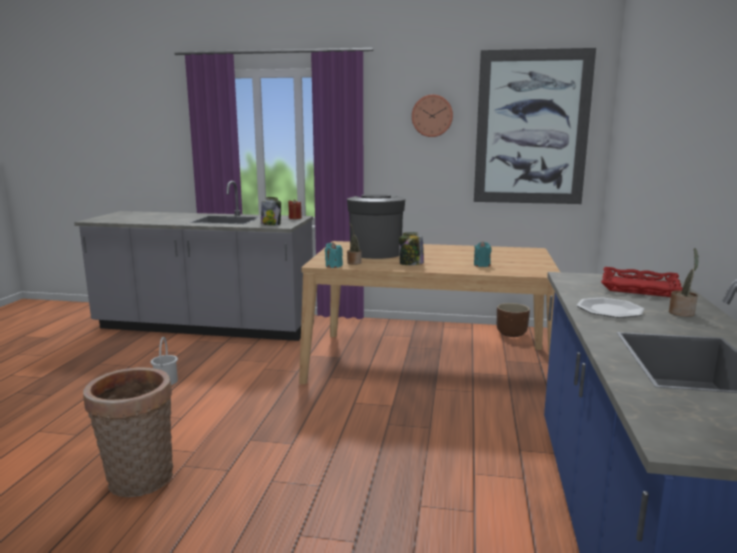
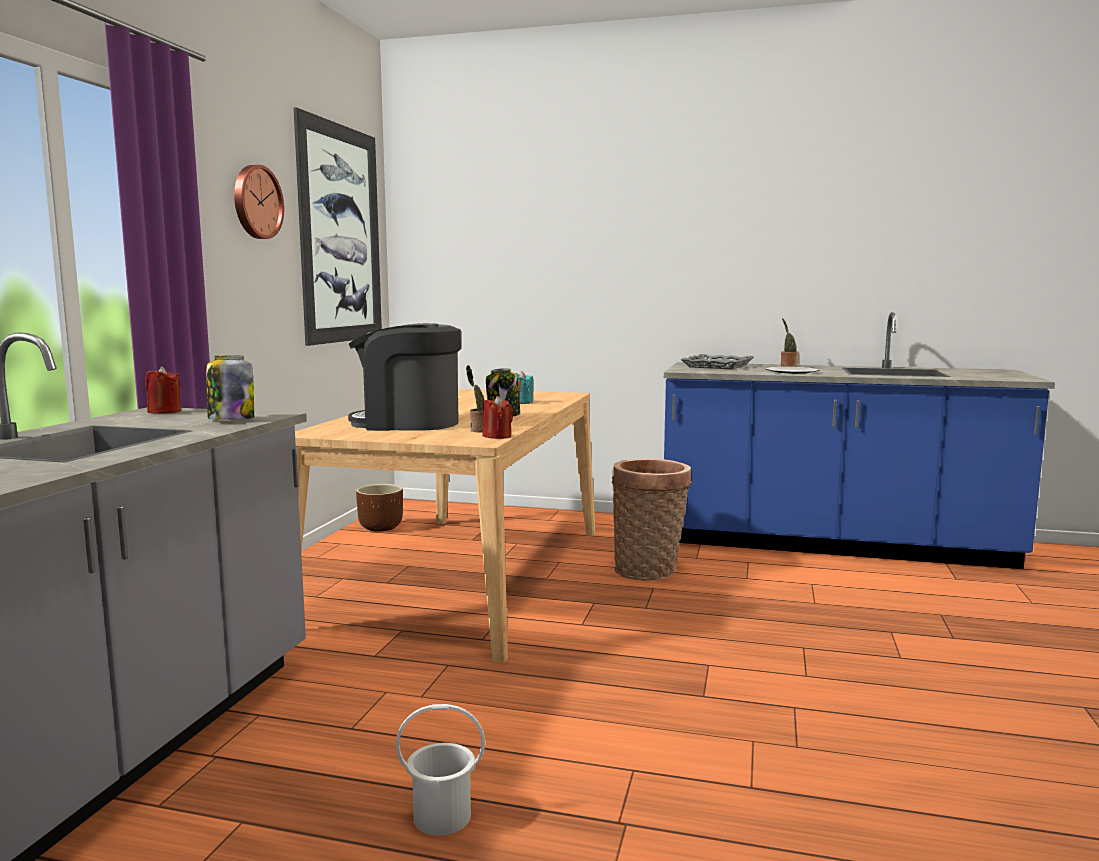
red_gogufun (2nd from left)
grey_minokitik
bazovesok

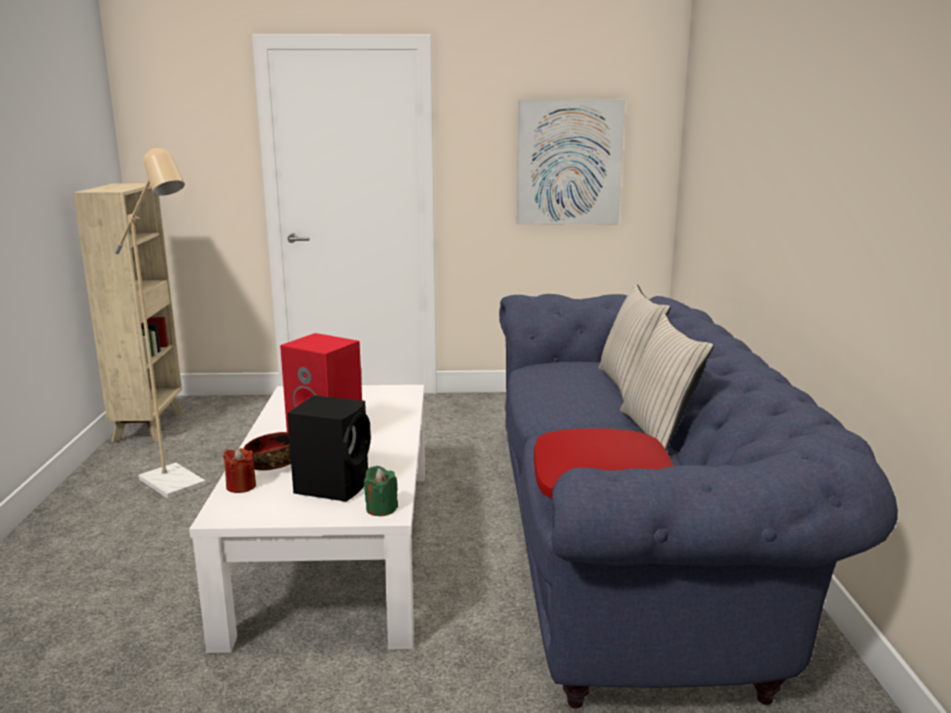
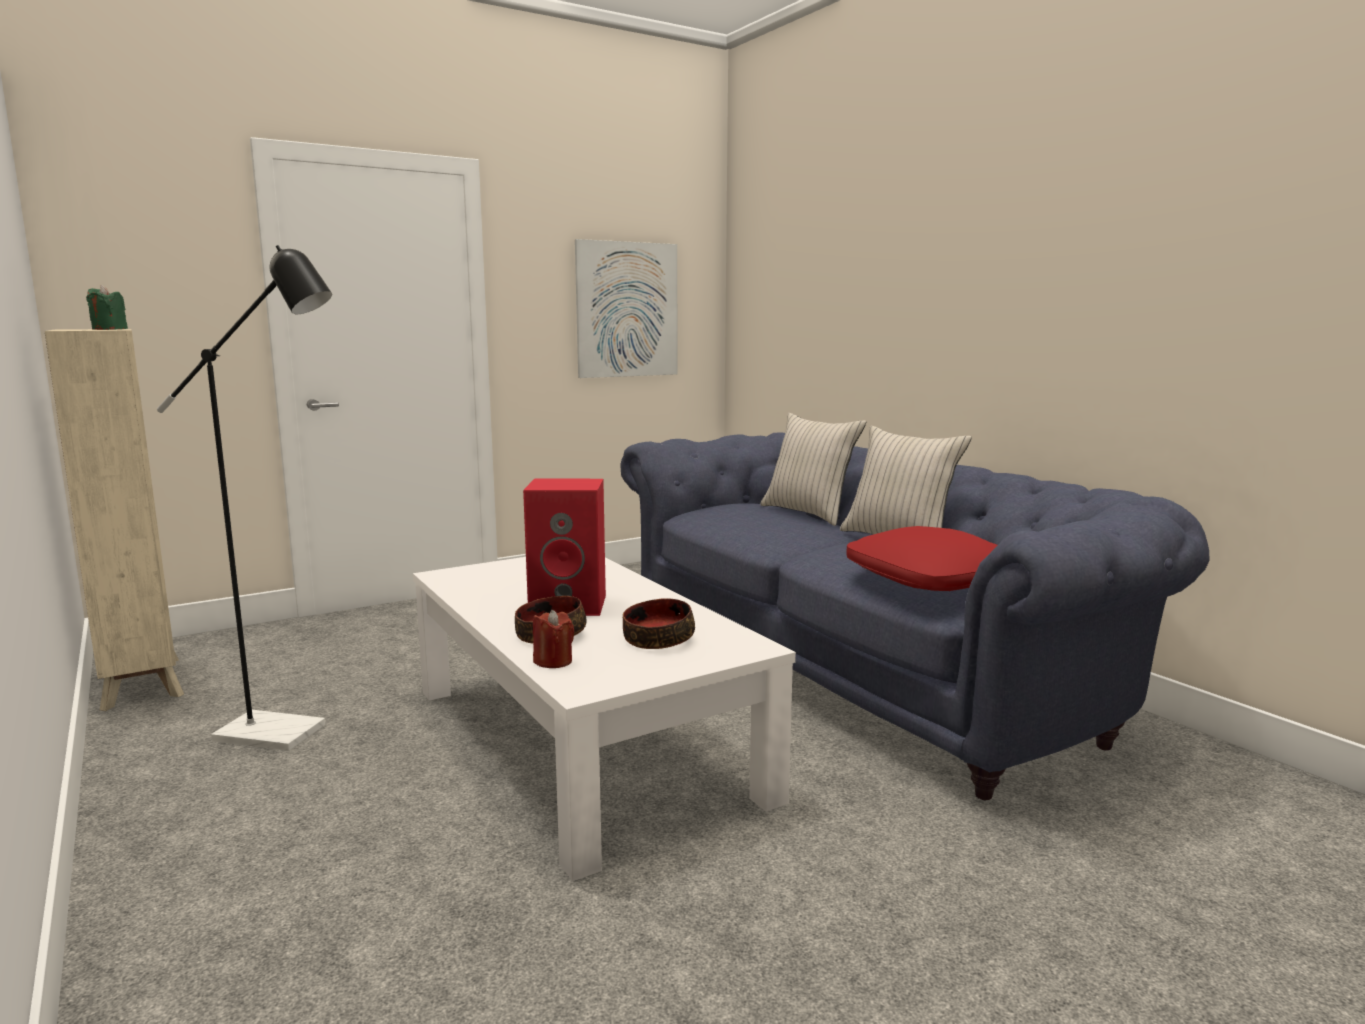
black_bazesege
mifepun (2nd from left)
green_gogufun

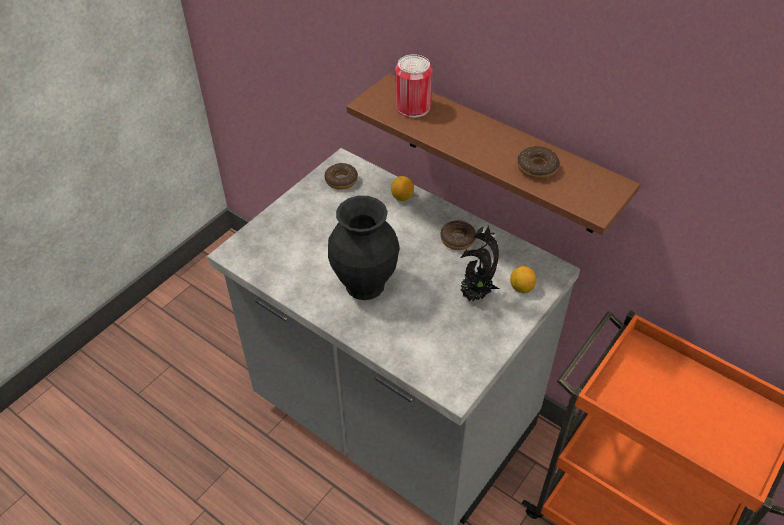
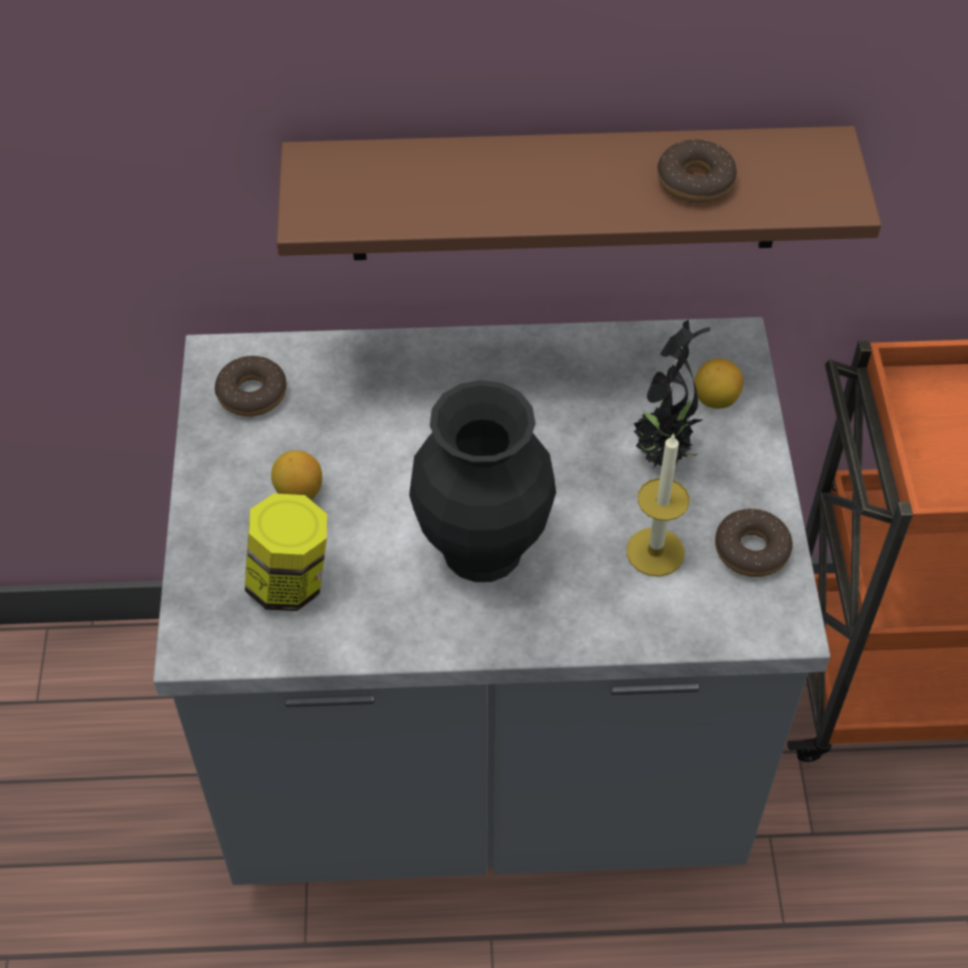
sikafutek
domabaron (1st from left)
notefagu (3rd from left)
gogufun
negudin

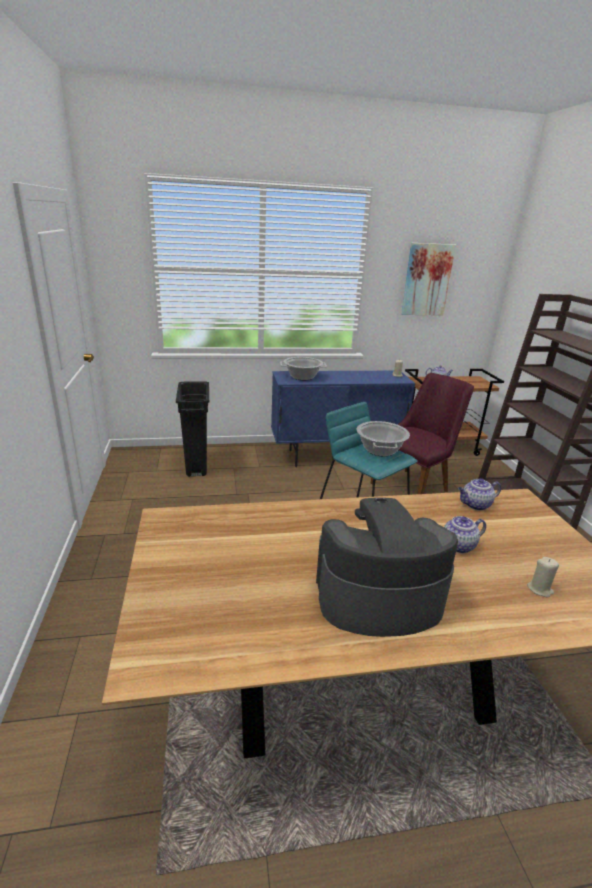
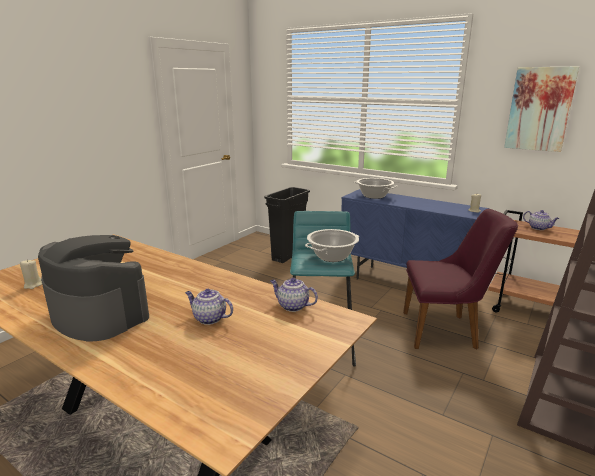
beige_gogufun (1st from left)

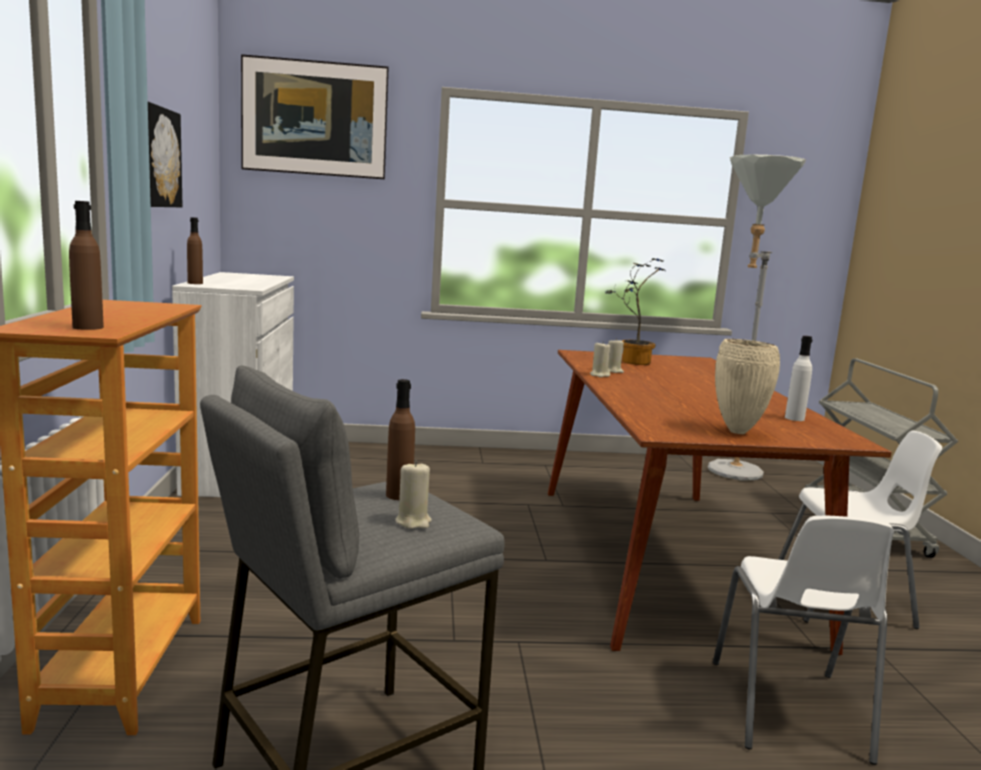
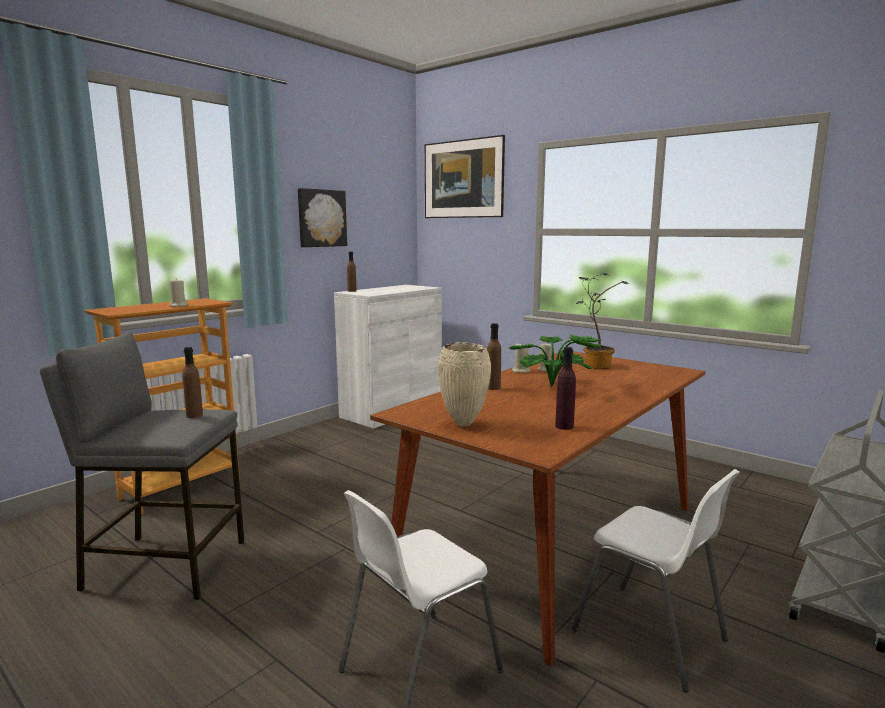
grey_bazesege
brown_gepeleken (3rd from left)
purple_gepeleken
beige_gogufun (1st from left)
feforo (1st from left)

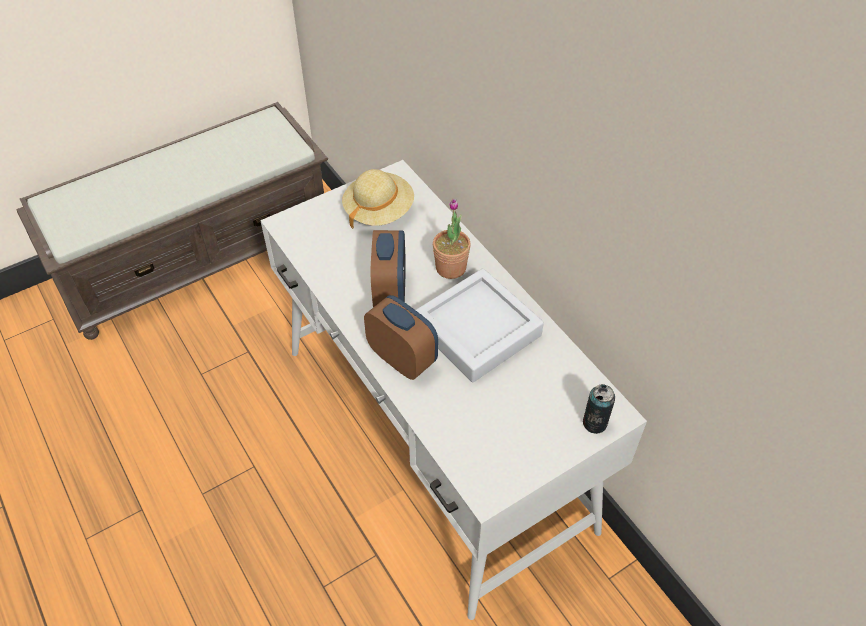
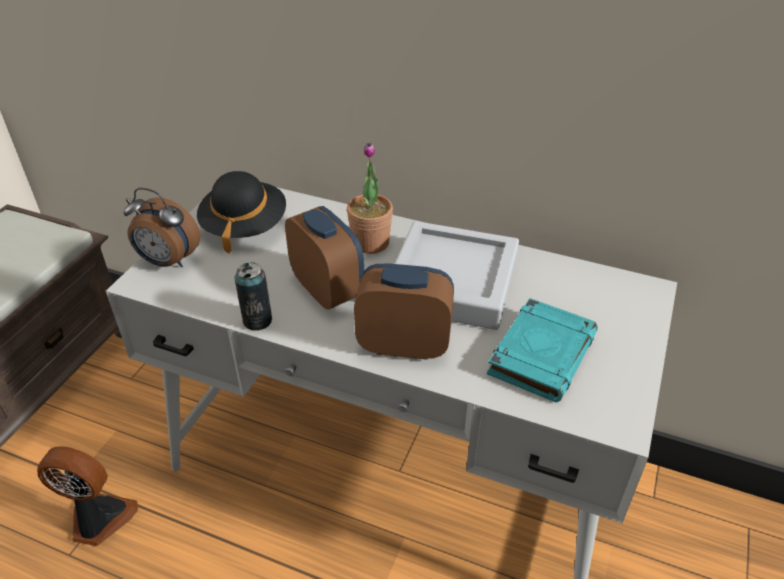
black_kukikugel
sikafutek
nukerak (1st from left)
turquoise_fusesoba
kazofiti

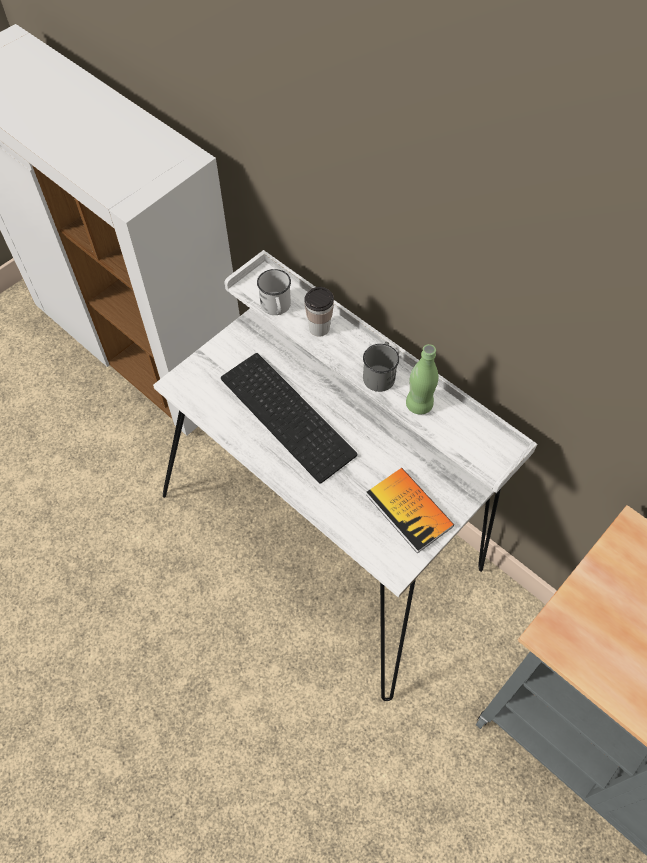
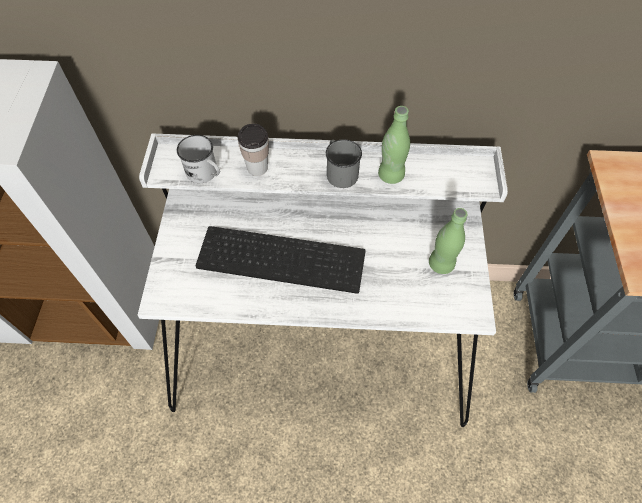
green_gepeleken (2nd from left)

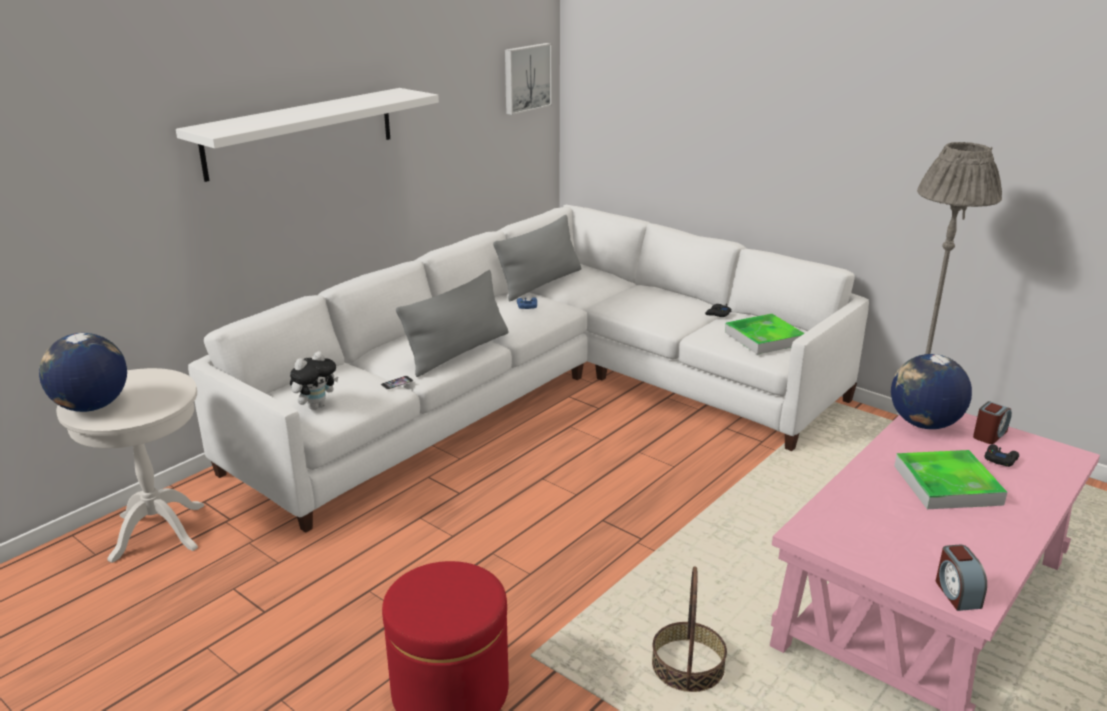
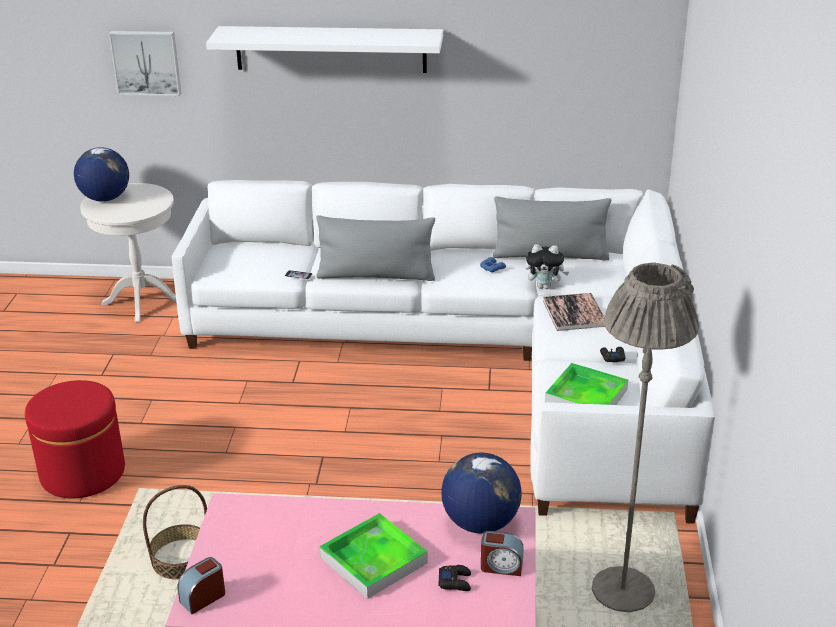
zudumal
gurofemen
fusesoba

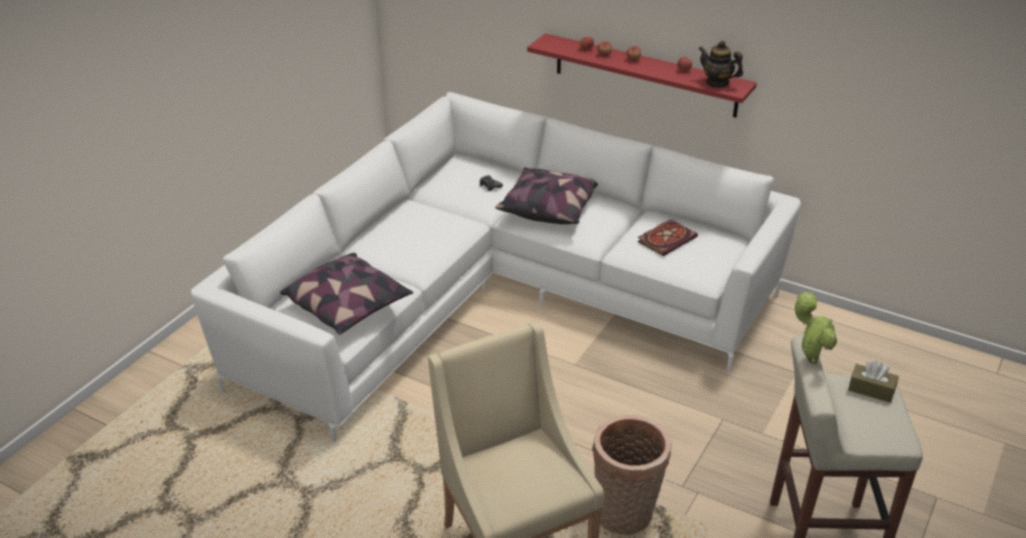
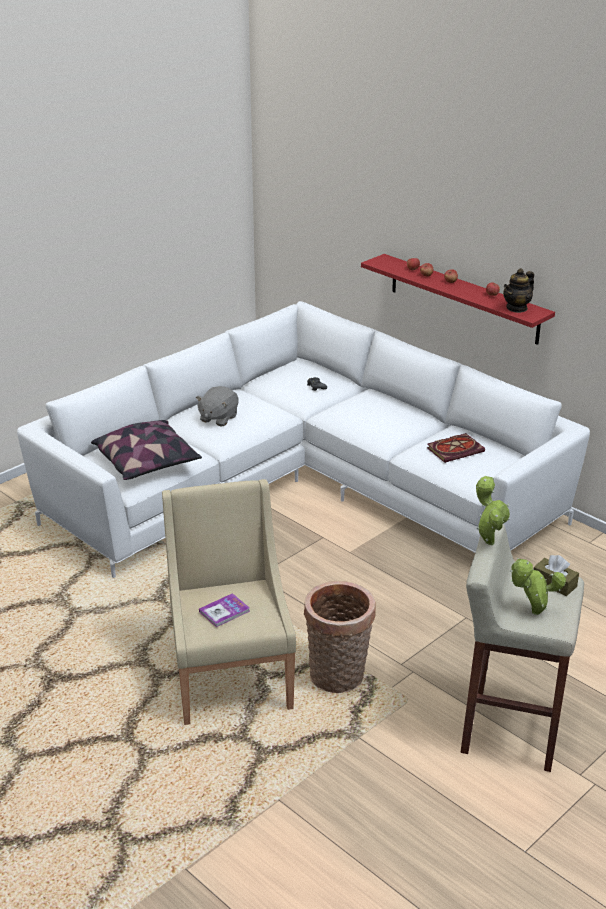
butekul
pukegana (2nd from left in the first image)
grey_gurofemen
feforo (2nd from left)
fusesoba (1st from left)

